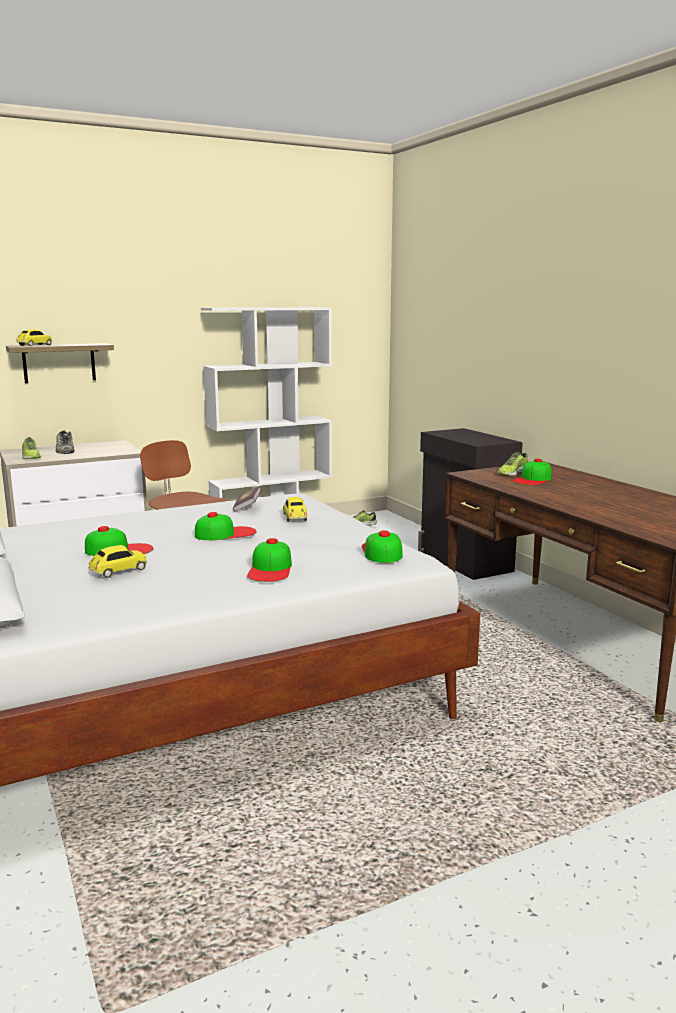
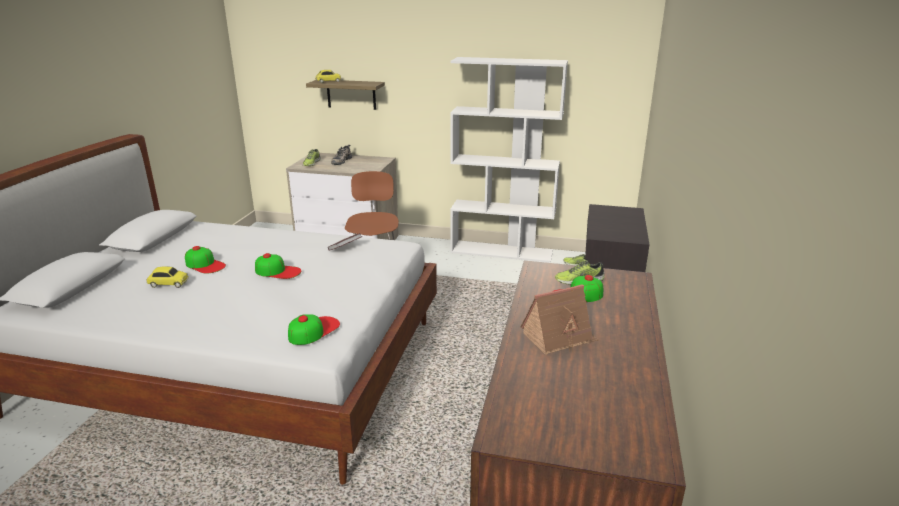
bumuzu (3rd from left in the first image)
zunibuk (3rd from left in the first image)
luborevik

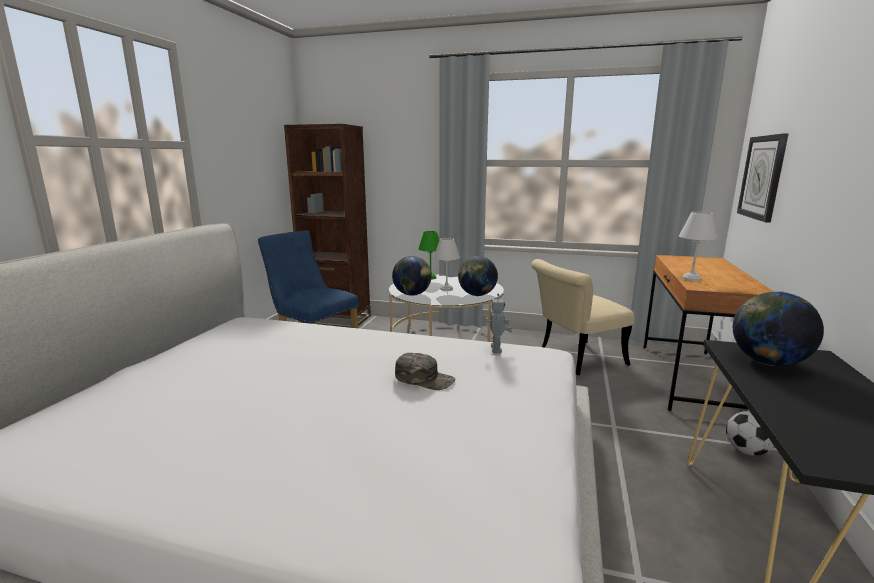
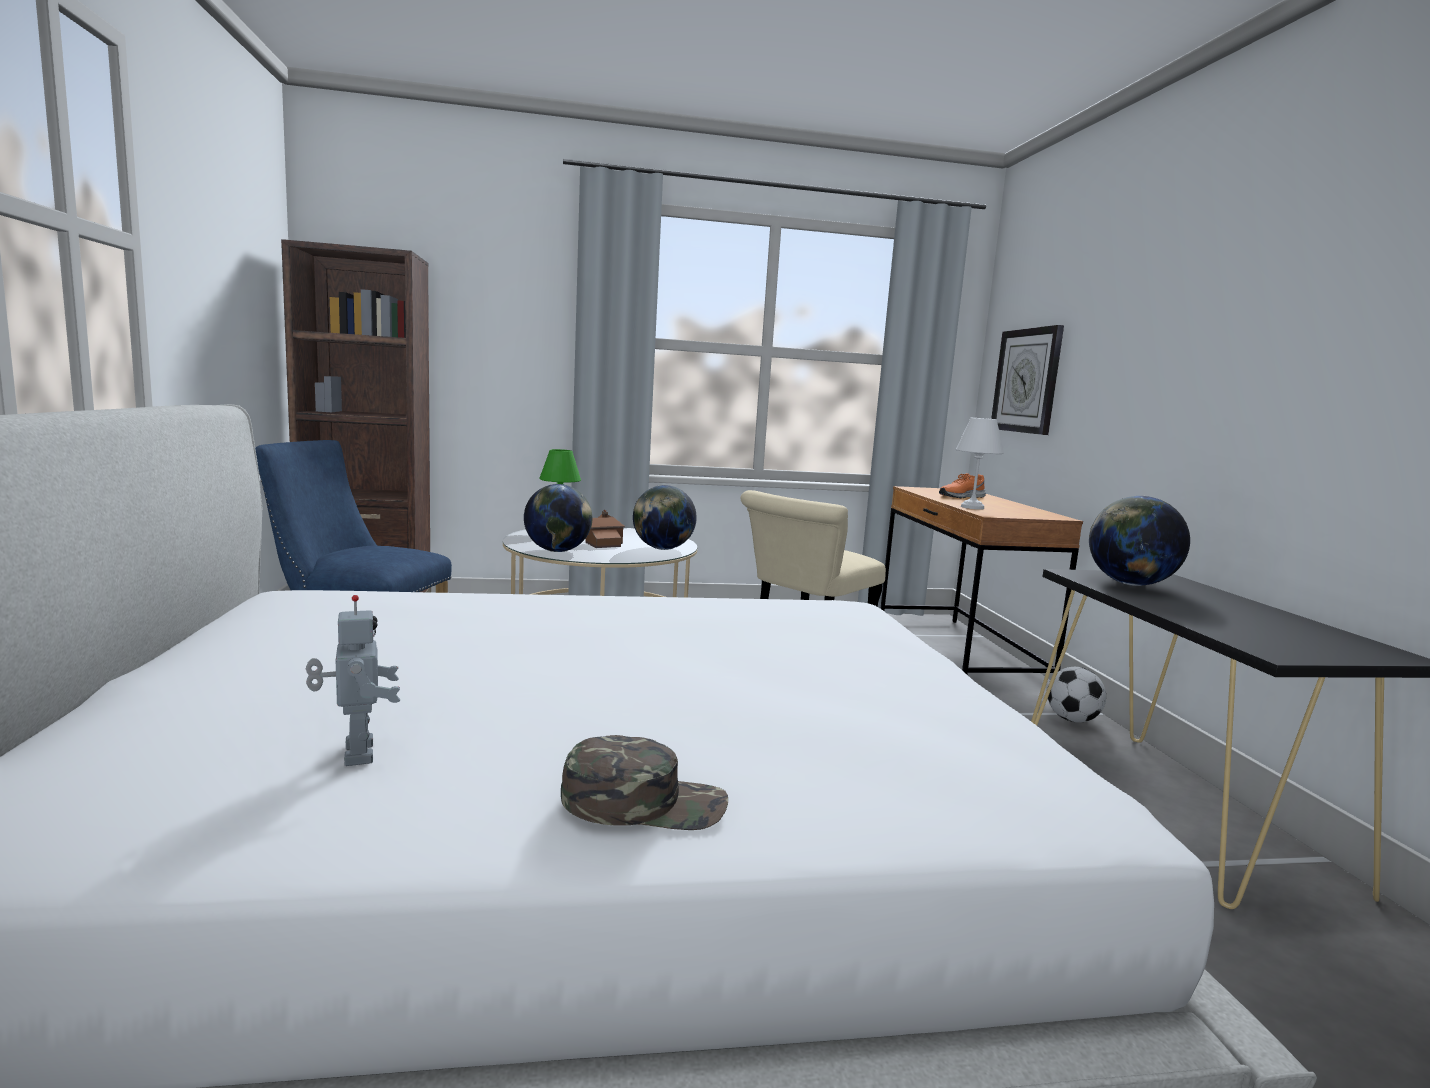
luborevik
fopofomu
green_zunibuk
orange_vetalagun

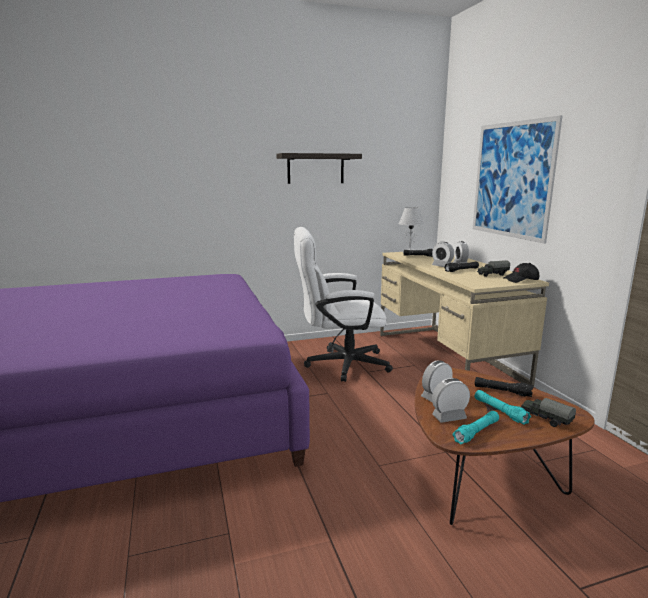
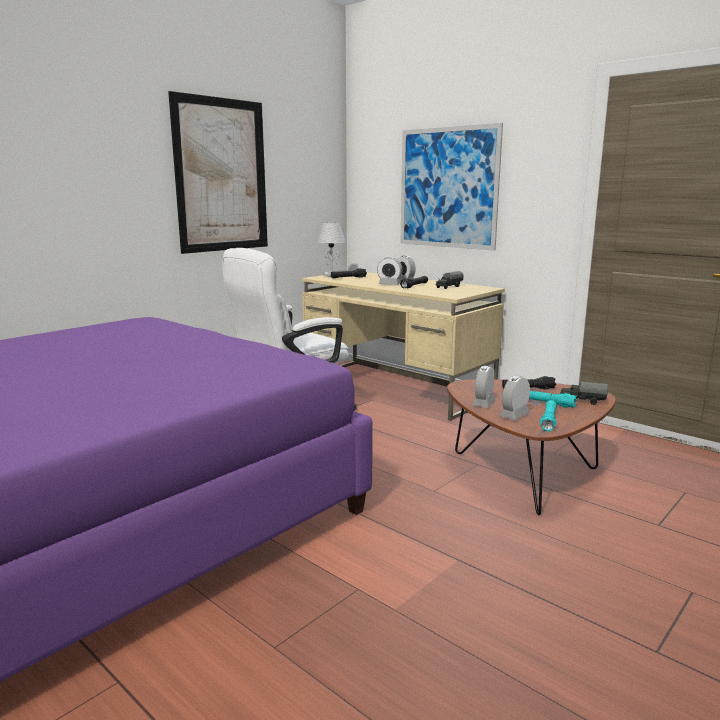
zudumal (1st from left)
black_zunibuk

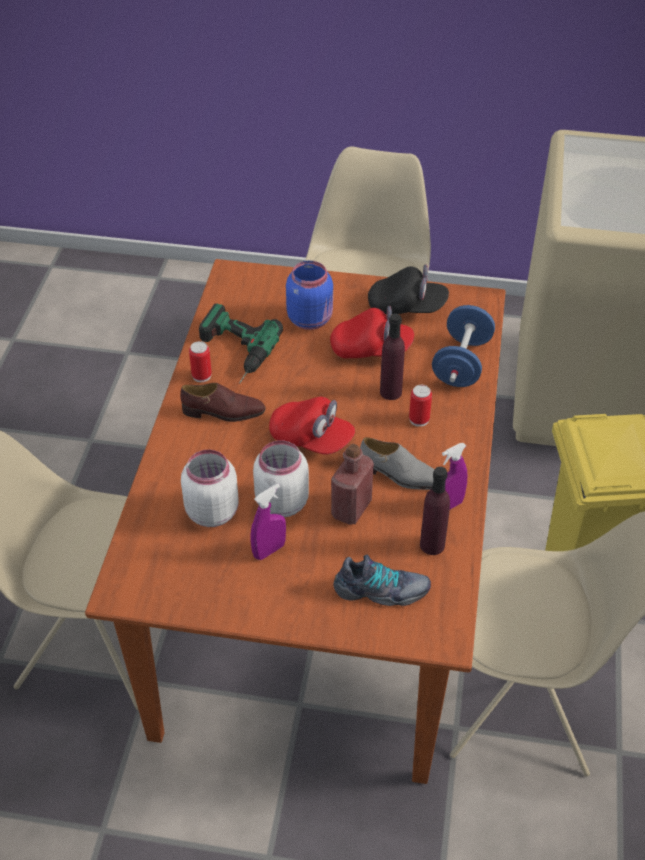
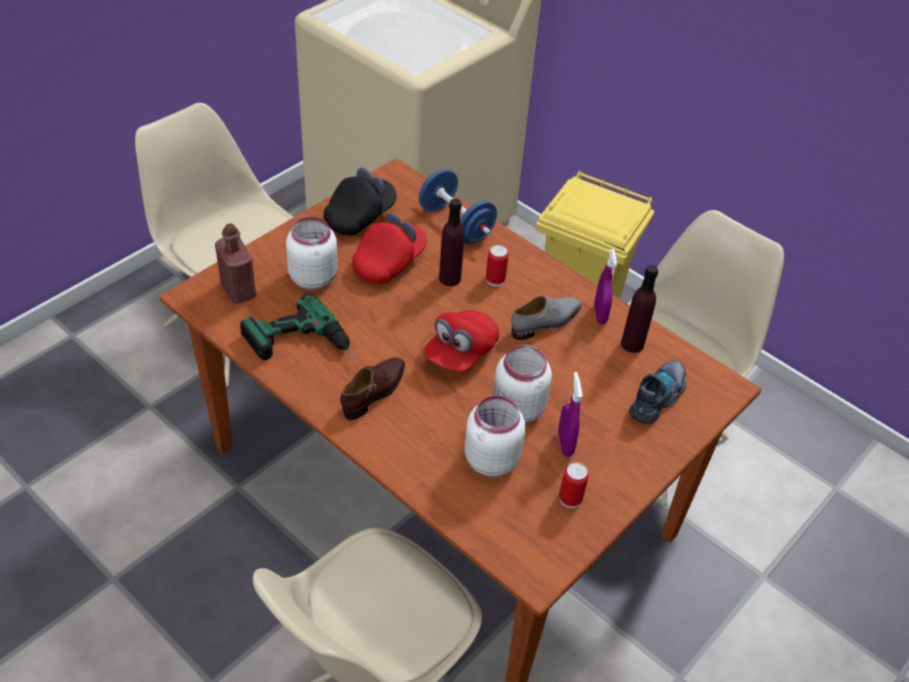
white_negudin (1st from left)
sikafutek (2nd from left)
red_zunibuk (2nd from left)
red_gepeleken

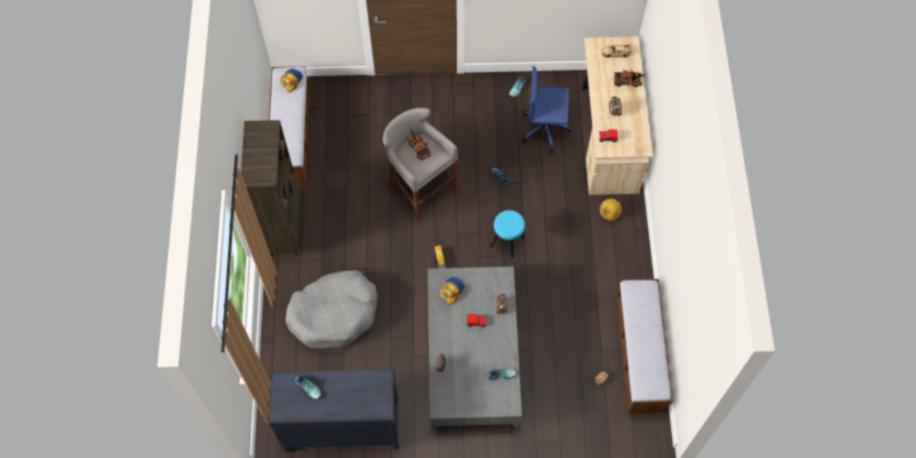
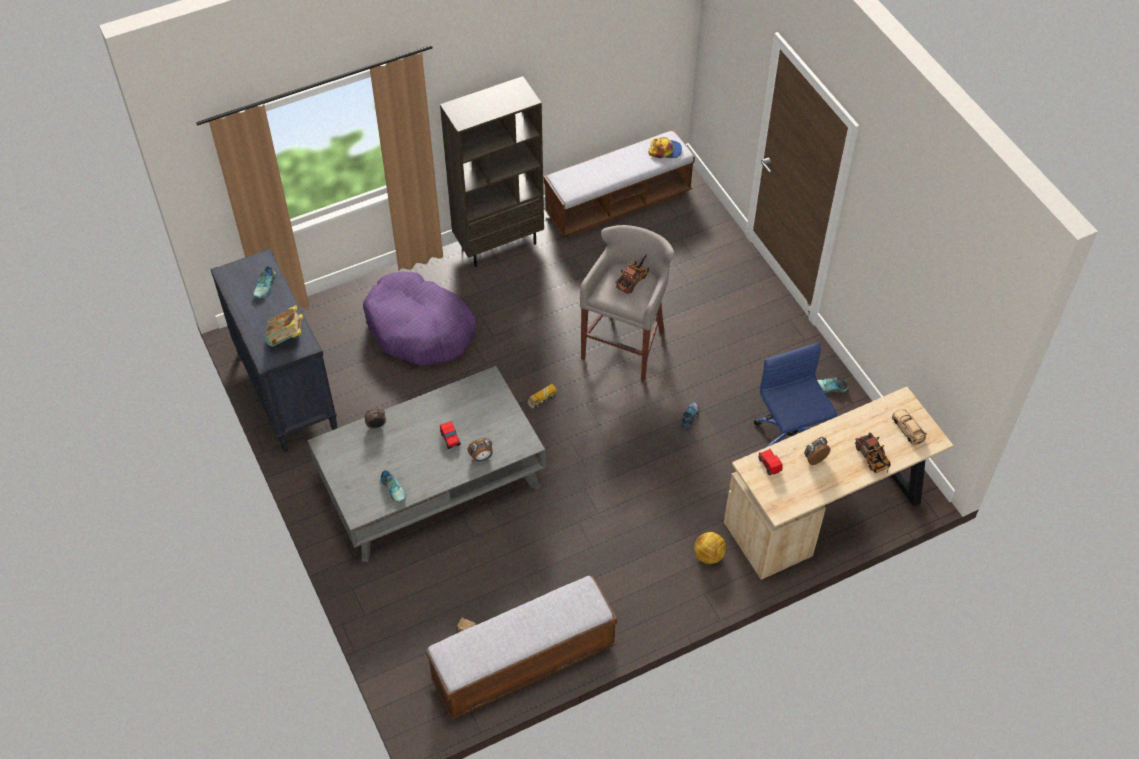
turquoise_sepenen
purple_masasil
zunibuk (2nd from left in the first image)
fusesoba

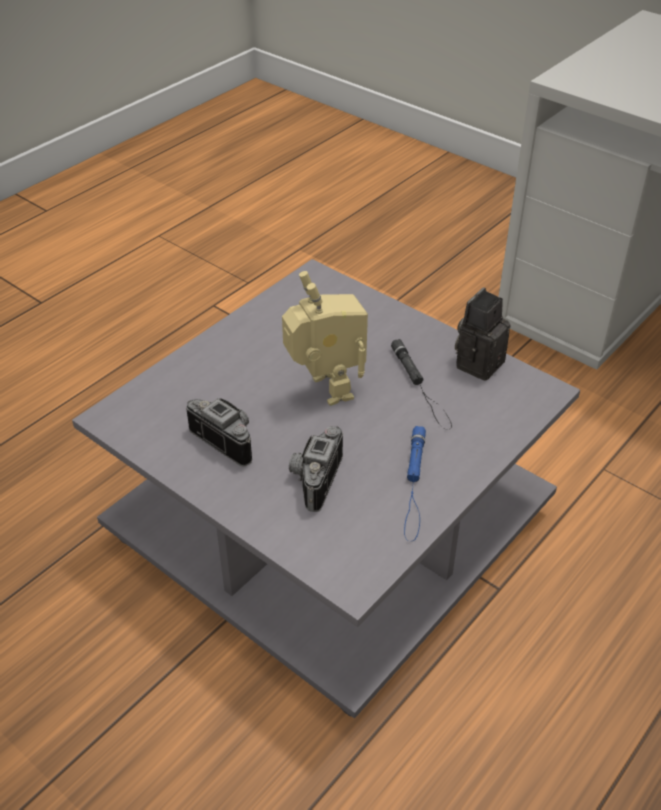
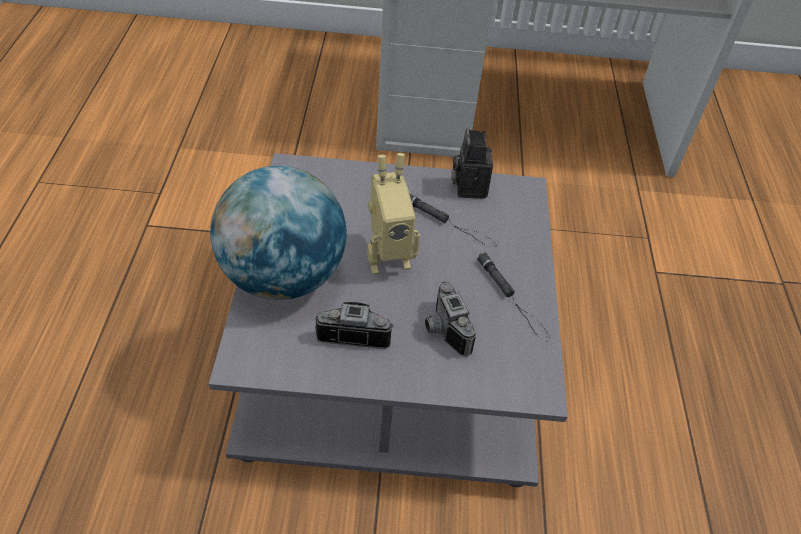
fopofomu
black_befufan (2nd from left)
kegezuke

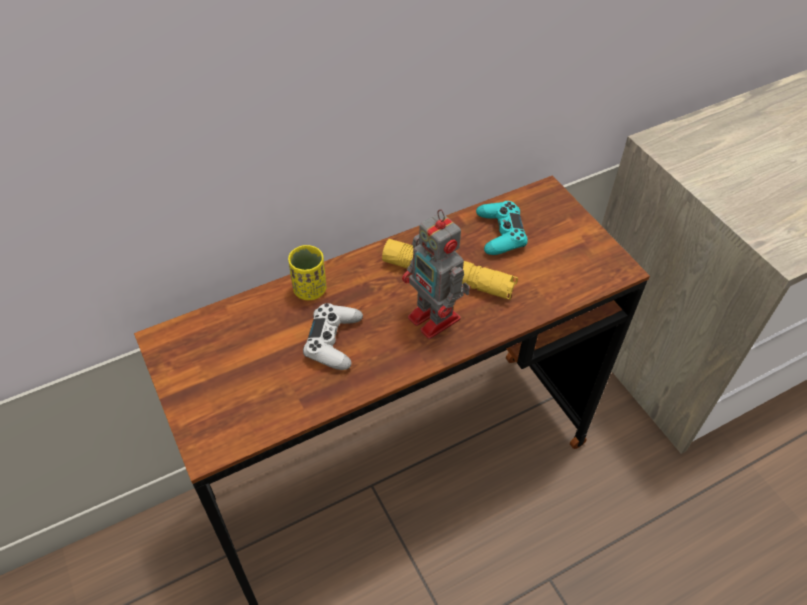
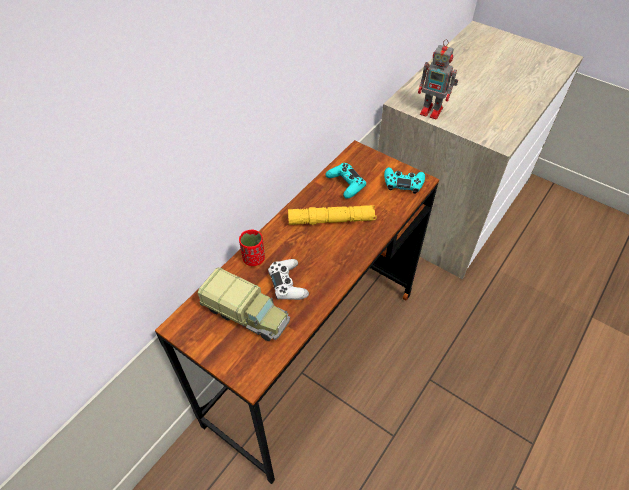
fopofomu
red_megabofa
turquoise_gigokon (2nd from left)
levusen

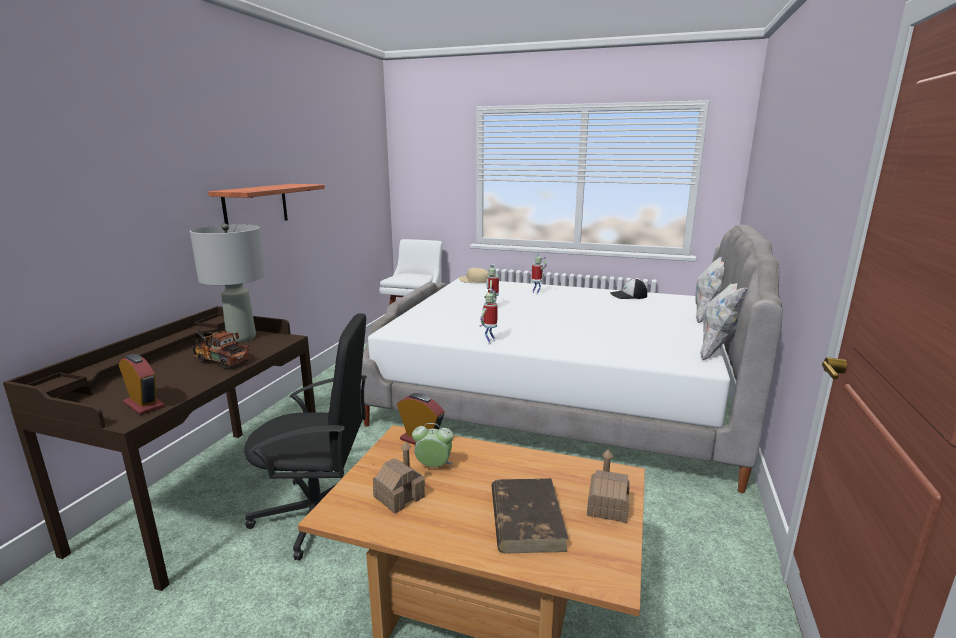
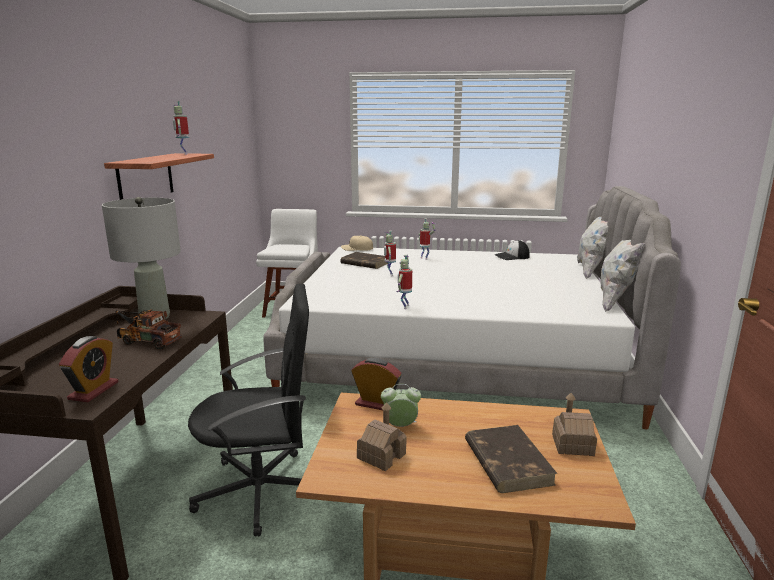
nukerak (1st from left)
fopofomu (1st from left)
brown_fusesoba (1st from left)

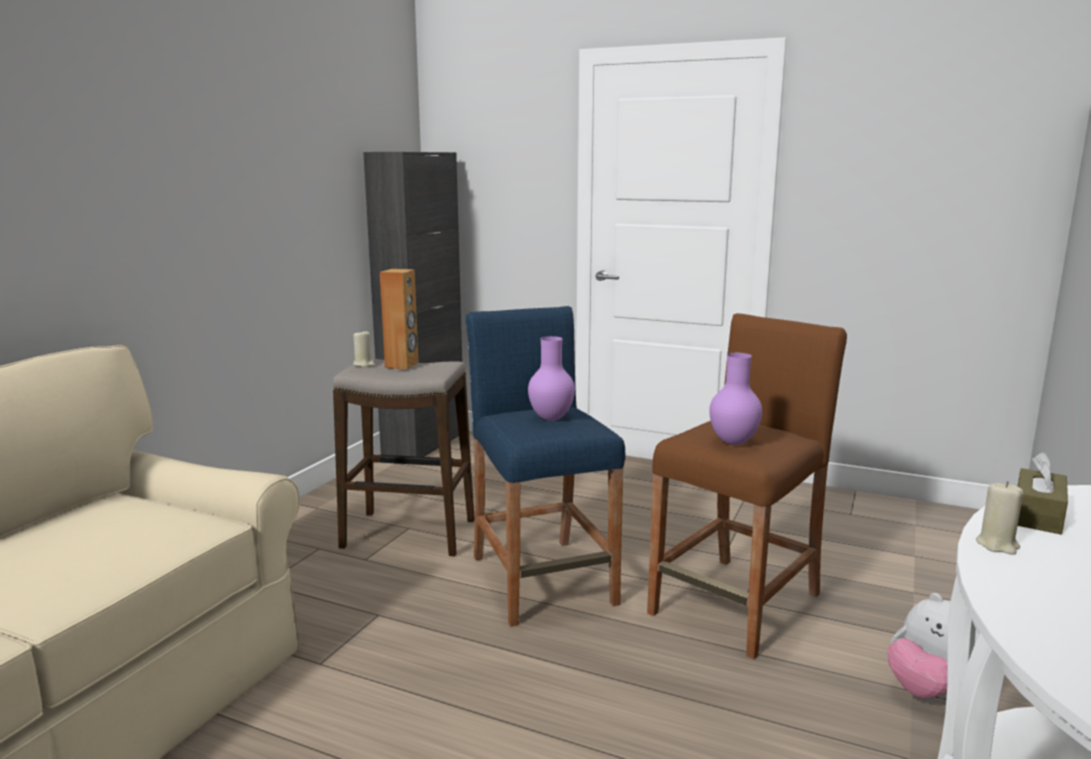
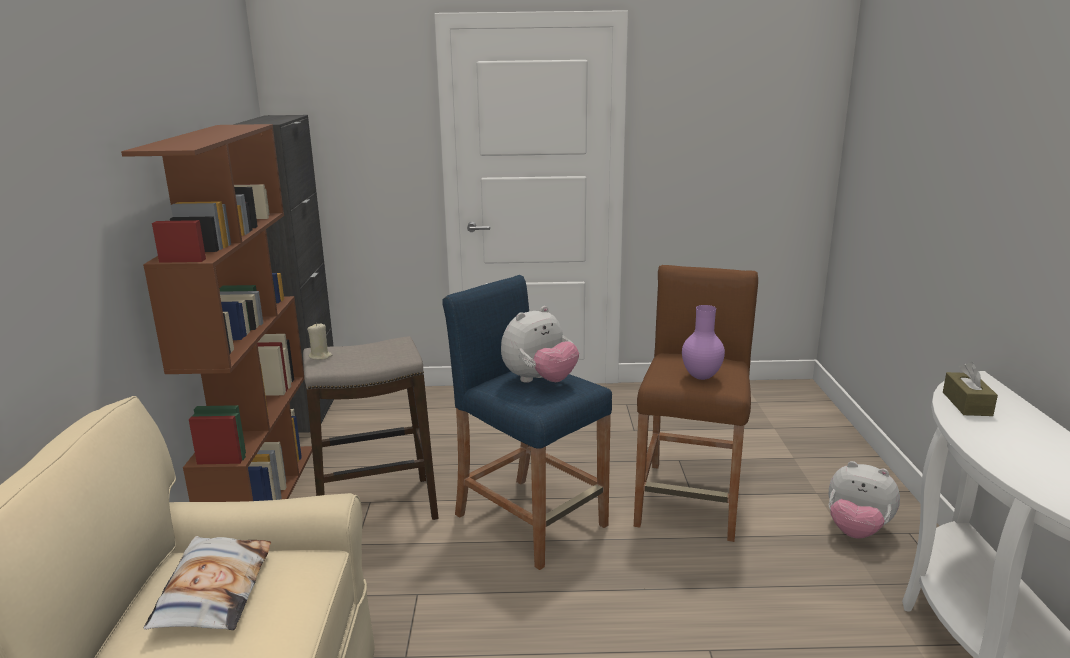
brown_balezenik
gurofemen (1st from left)
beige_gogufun (2nd from left in the first image)
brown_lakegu
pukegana

